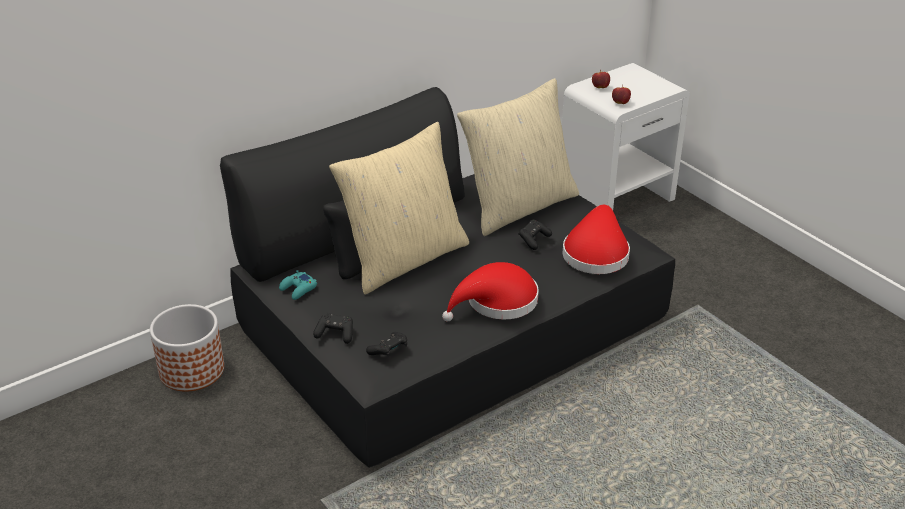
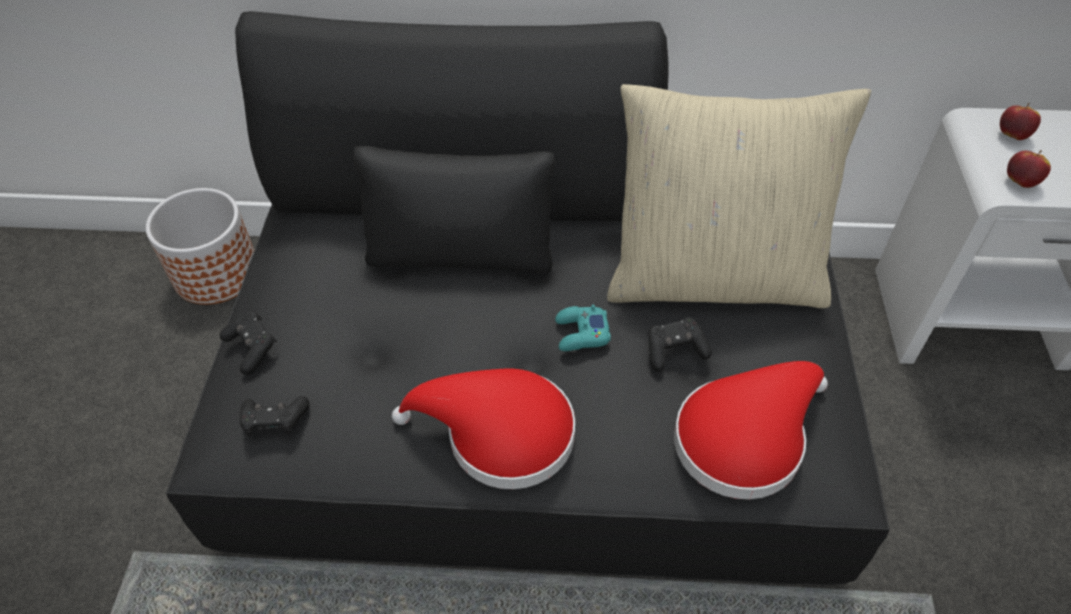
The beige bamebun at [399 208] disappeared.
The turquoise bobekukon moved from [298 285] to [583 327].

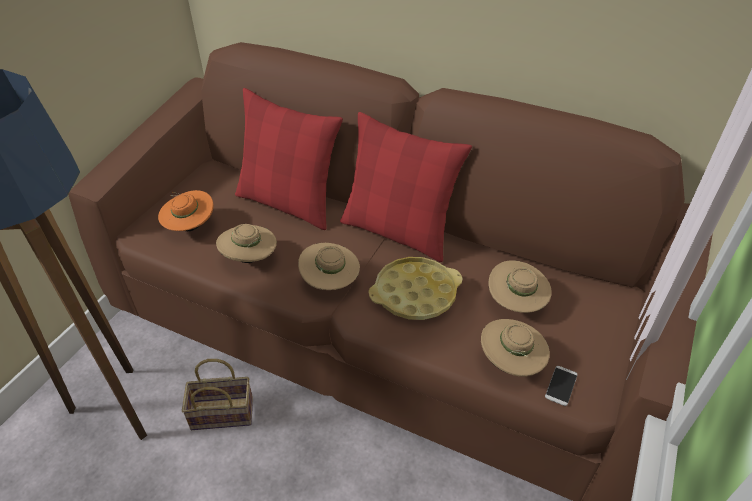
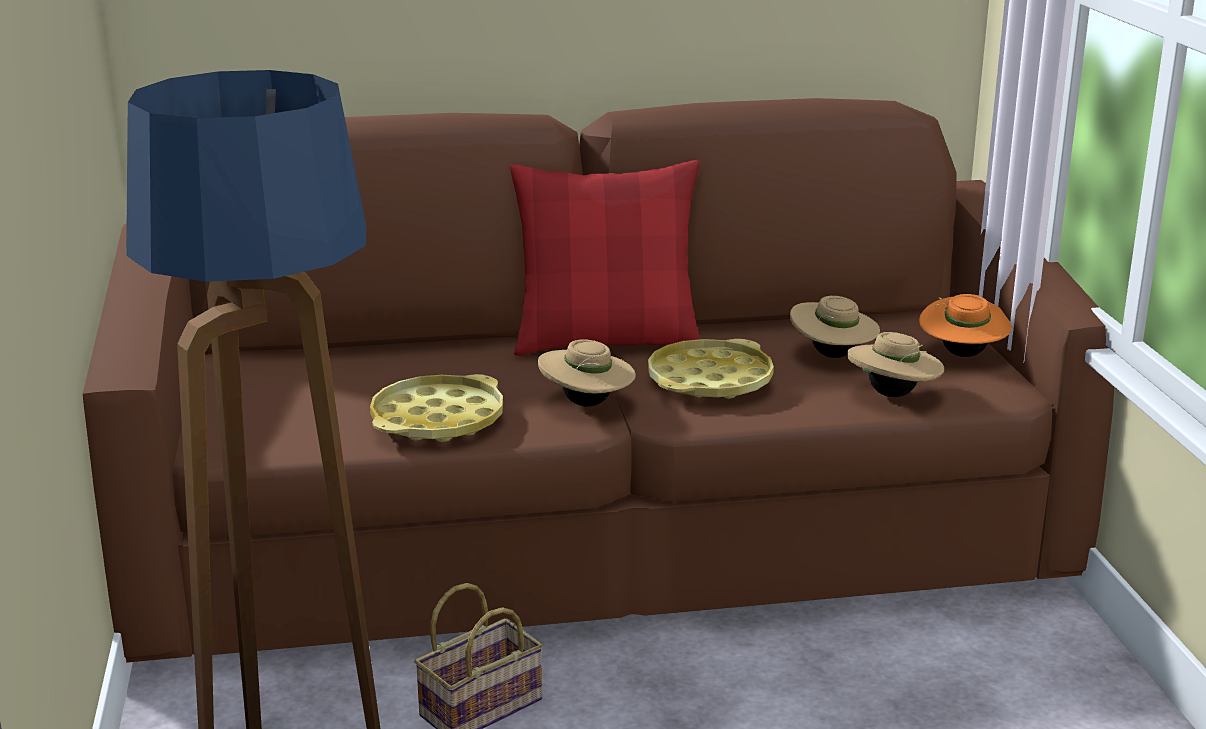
The red bamebun at [289 159] disappeared.
The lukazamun at [561 386] disappeared.
The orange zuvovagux moved from [186 210] to [965 325].
The beige zuvovagux at [246 243] was replaced by the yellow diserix at [436 408].

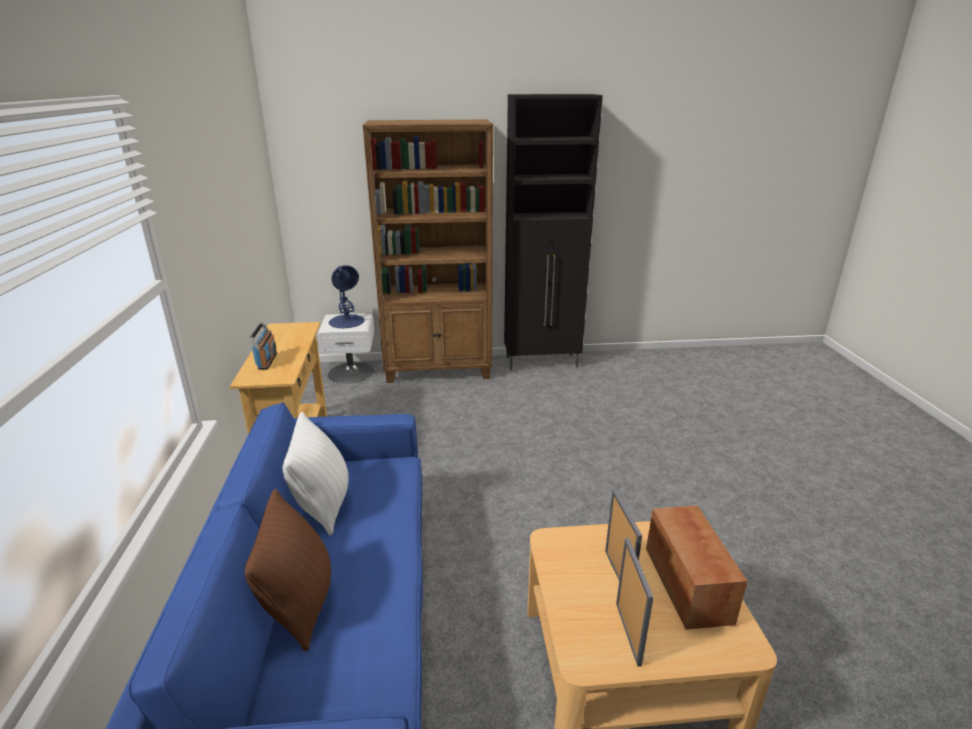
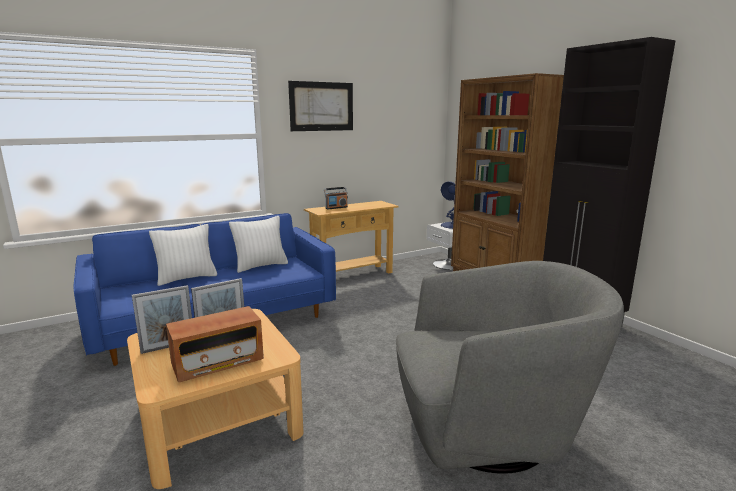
The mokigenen at [320 106] appeared.
The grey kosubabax at [510 367] appeared.
The brown bamebun at [288 570] became the white bamebun at [183 255].

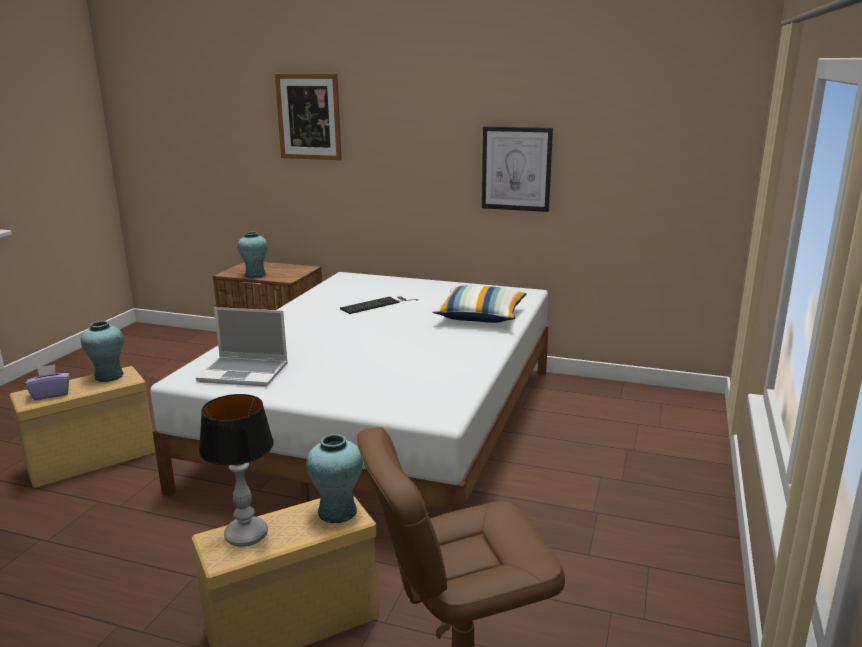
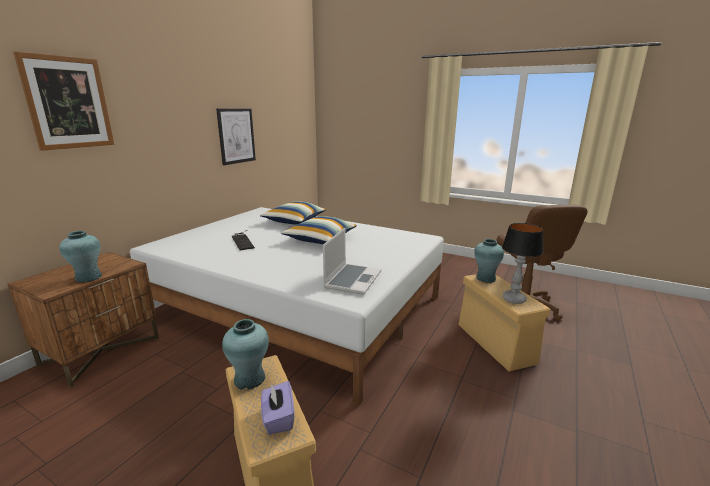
The bamebun at [319 230] appeared.

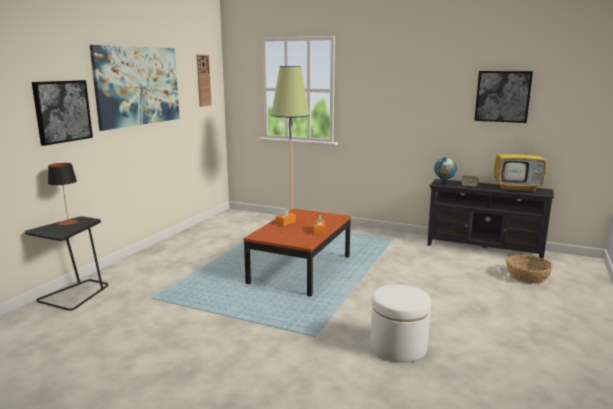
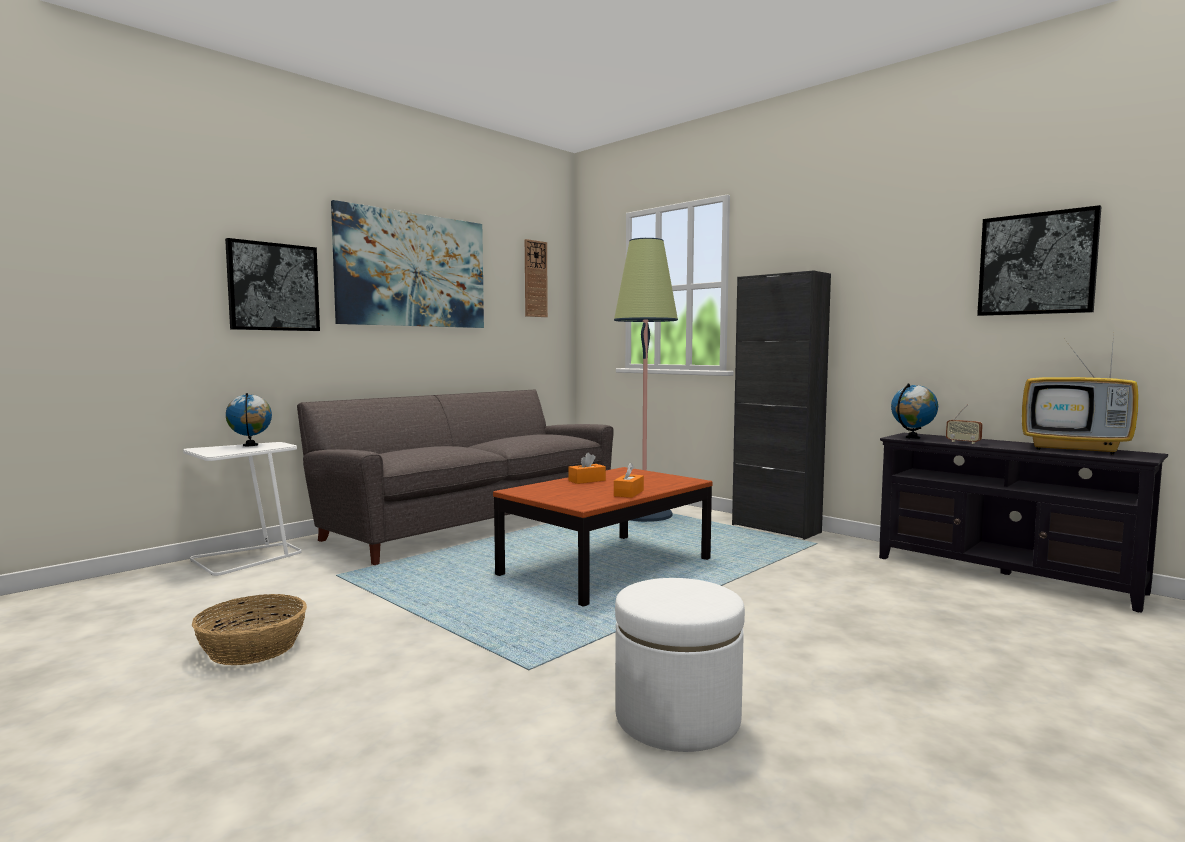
The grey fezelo at [455 477] appeared.
The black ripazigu at [781 405] appeared.
The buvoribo moved from [529 269] to [249 629].
The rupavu at [63 194] was replaced by the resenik at [249 419].
The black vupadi at [66 263] became the white vupadi at [242 509].

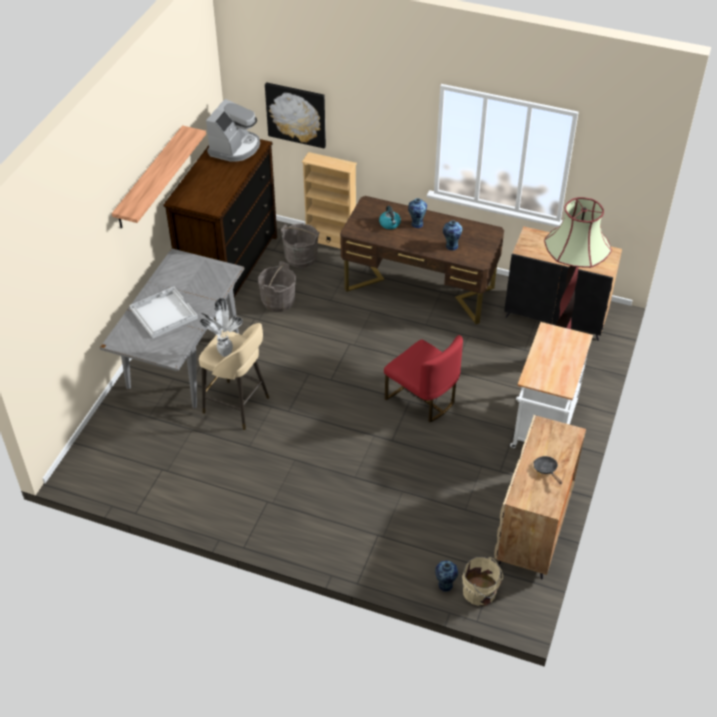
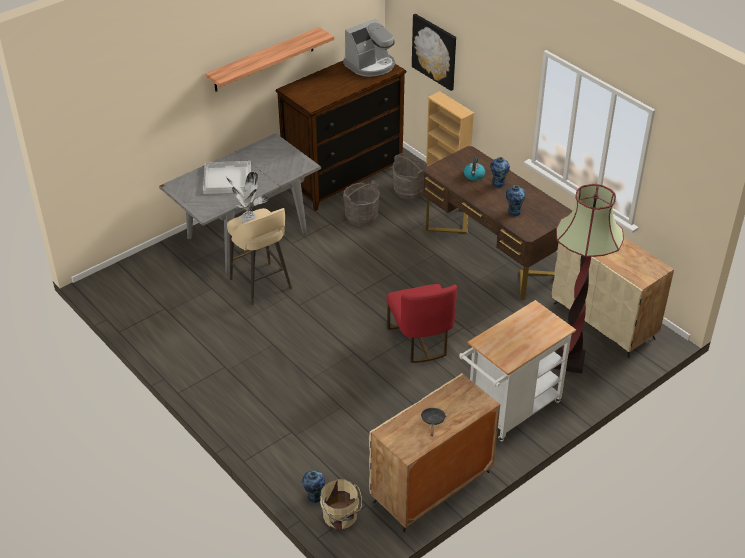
The black ripazigu at [563 283] became the beige ripazigu at [613 298].

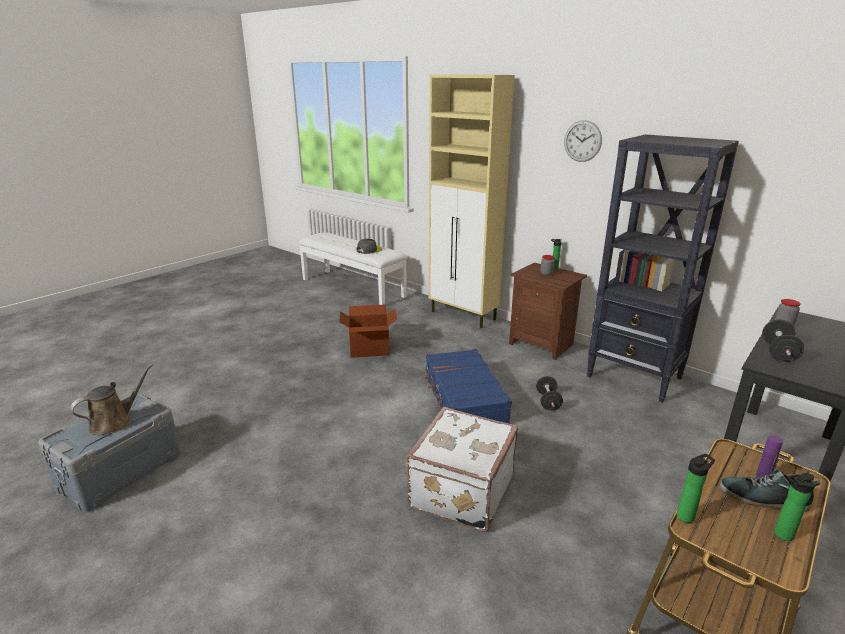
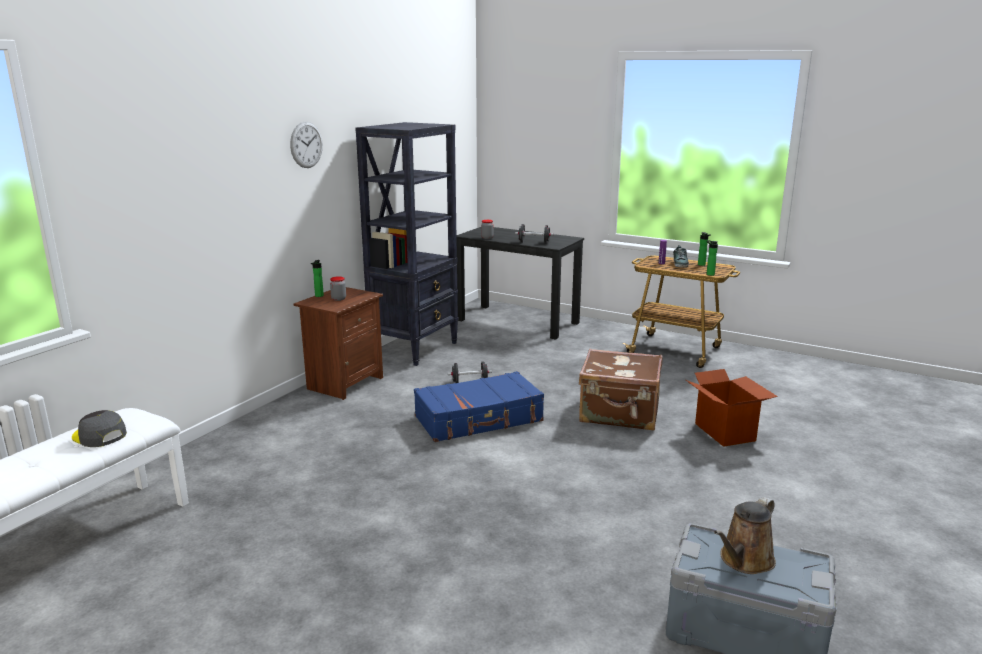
The beige ripazigu at [472 201] disappeared.
The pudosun moved from [368 331] to [732 408].
The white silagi at [462 469] became the brown silagi at [620 389].
The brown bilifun at [111 399] turned 75 degrees counterclockwise.

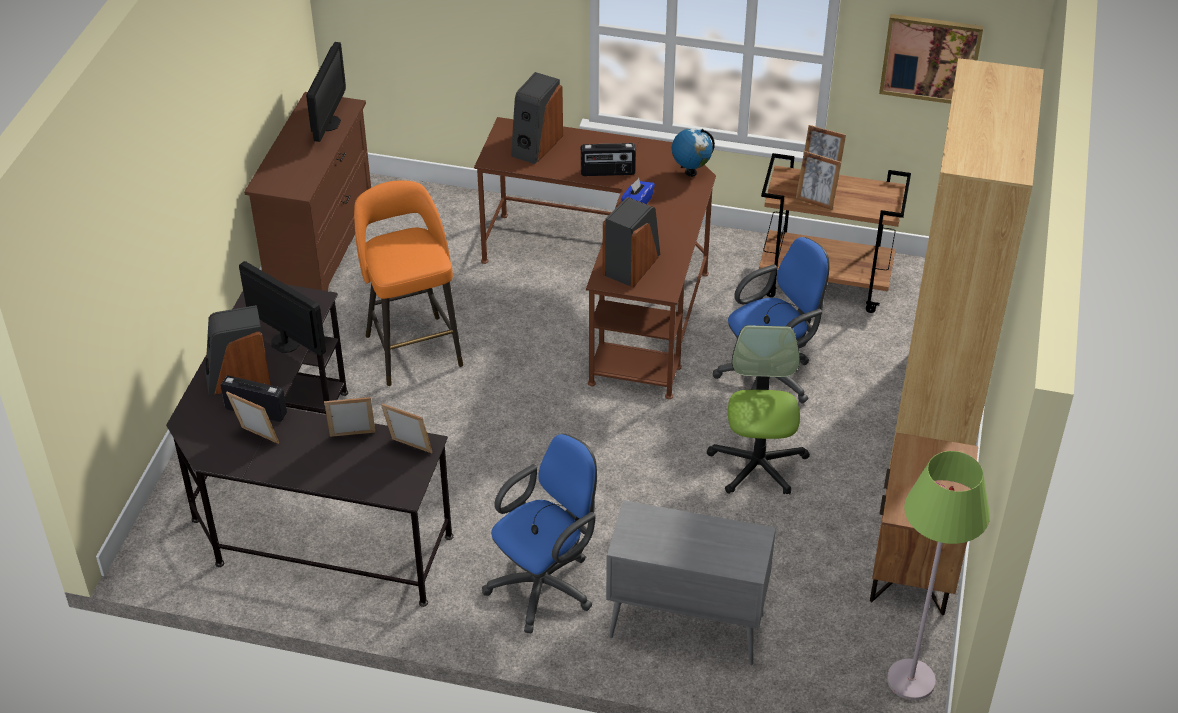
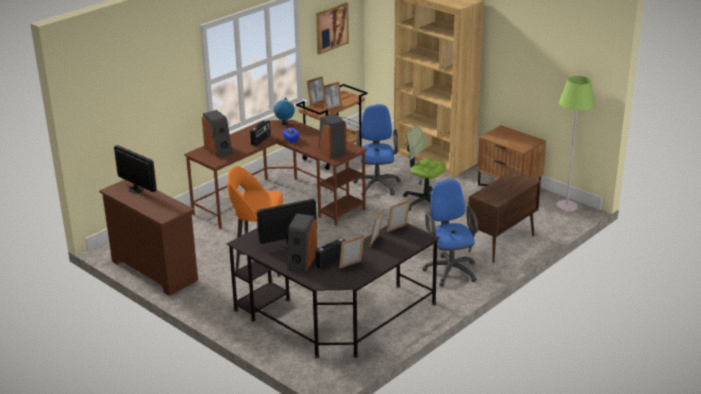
The grey ripazigu at [691 582] became the brown ripazigu at [504 217].

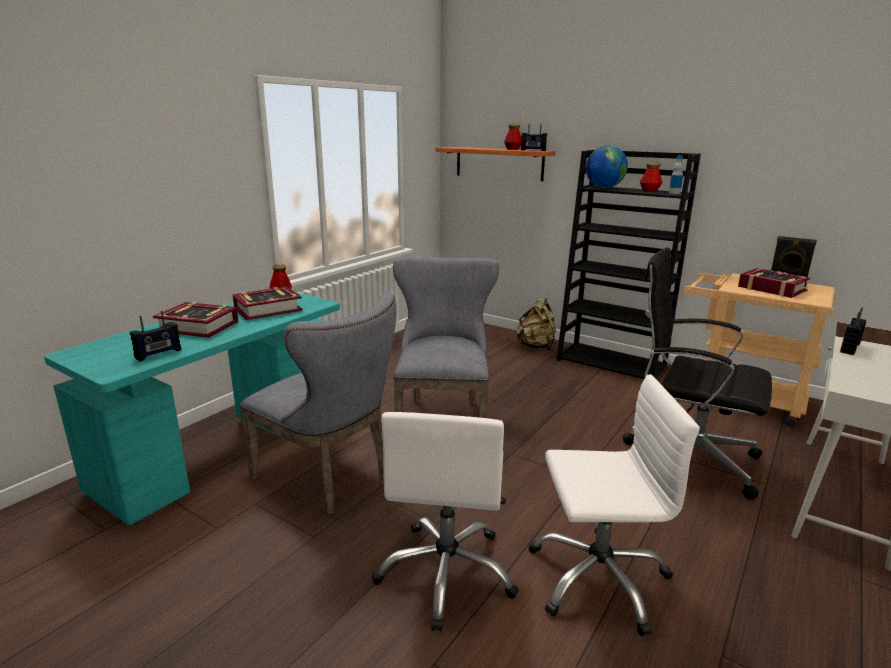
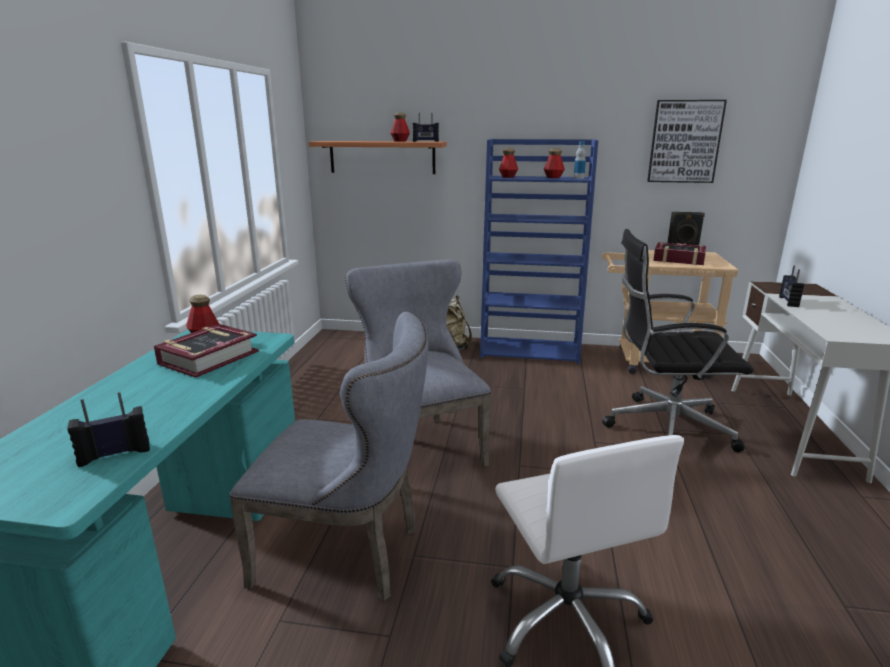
The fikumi at [196 320] disappeared.
The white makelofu at [614 505] disappeared.
The mokigenen at [687 141] appeared.
The resenik at [607 167] was replaced by the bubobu at [508 163].
The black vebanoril at [629 264] became the blue vebanoril at [539 251].
The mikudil at [155 336] turned 135 degrees counterclockwise.

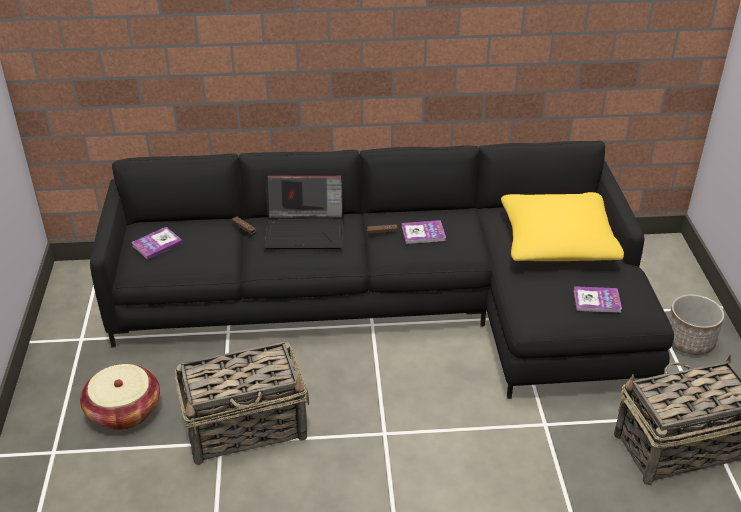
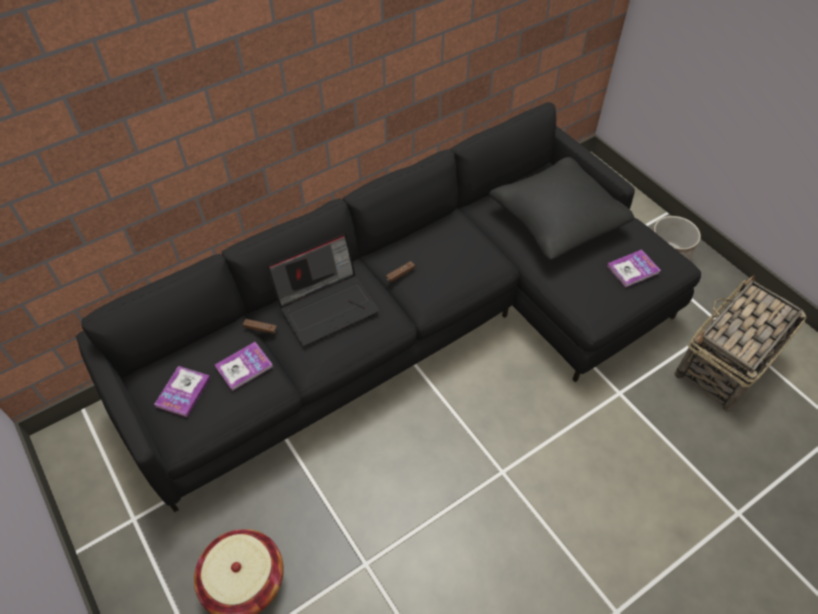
The buvoribo at [242 403] disappeared.
The fikumi moved from [424 232] to [244 366].
The yellow bamebun at [562 226] became the black bamebun at [561 208].

